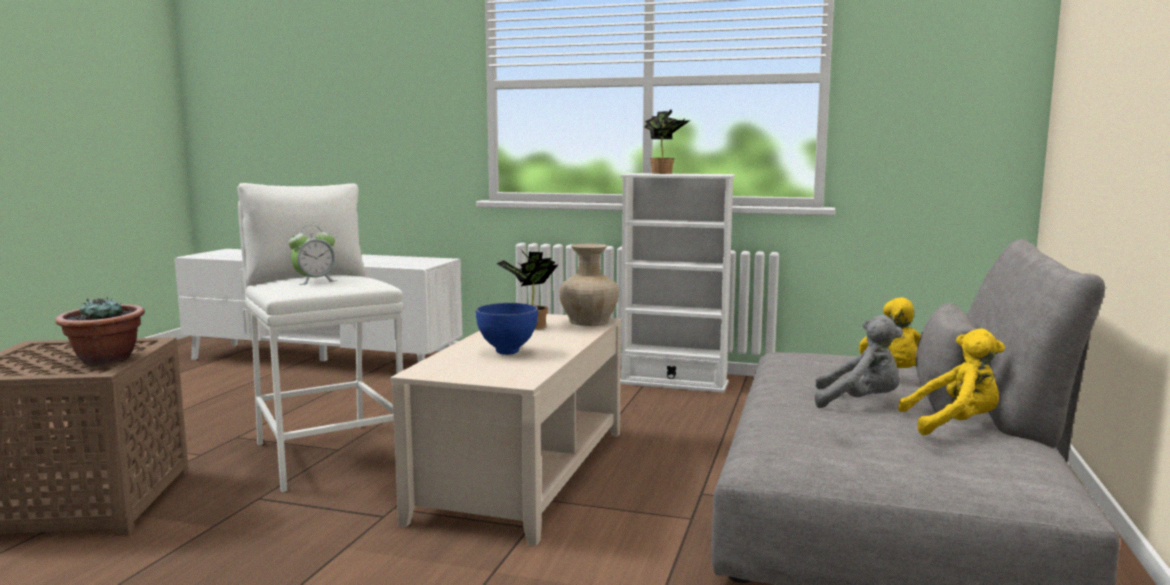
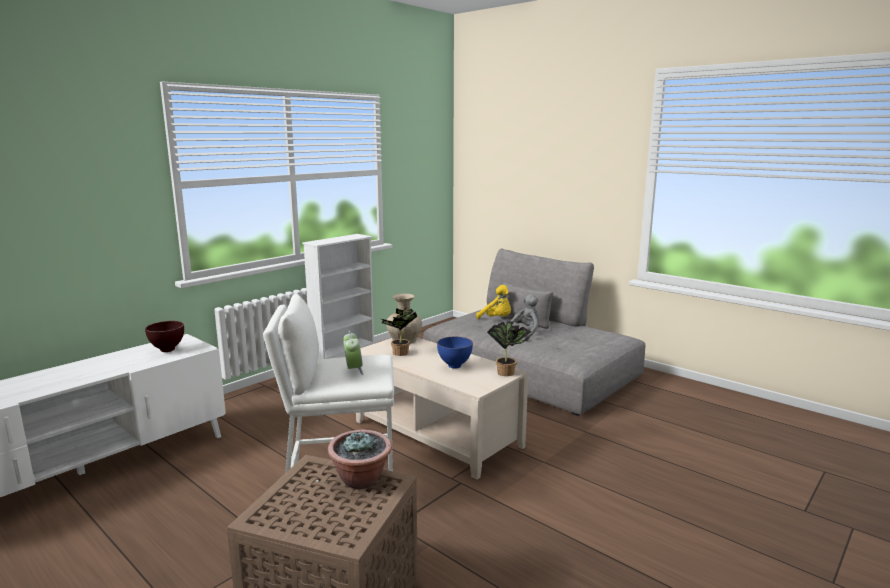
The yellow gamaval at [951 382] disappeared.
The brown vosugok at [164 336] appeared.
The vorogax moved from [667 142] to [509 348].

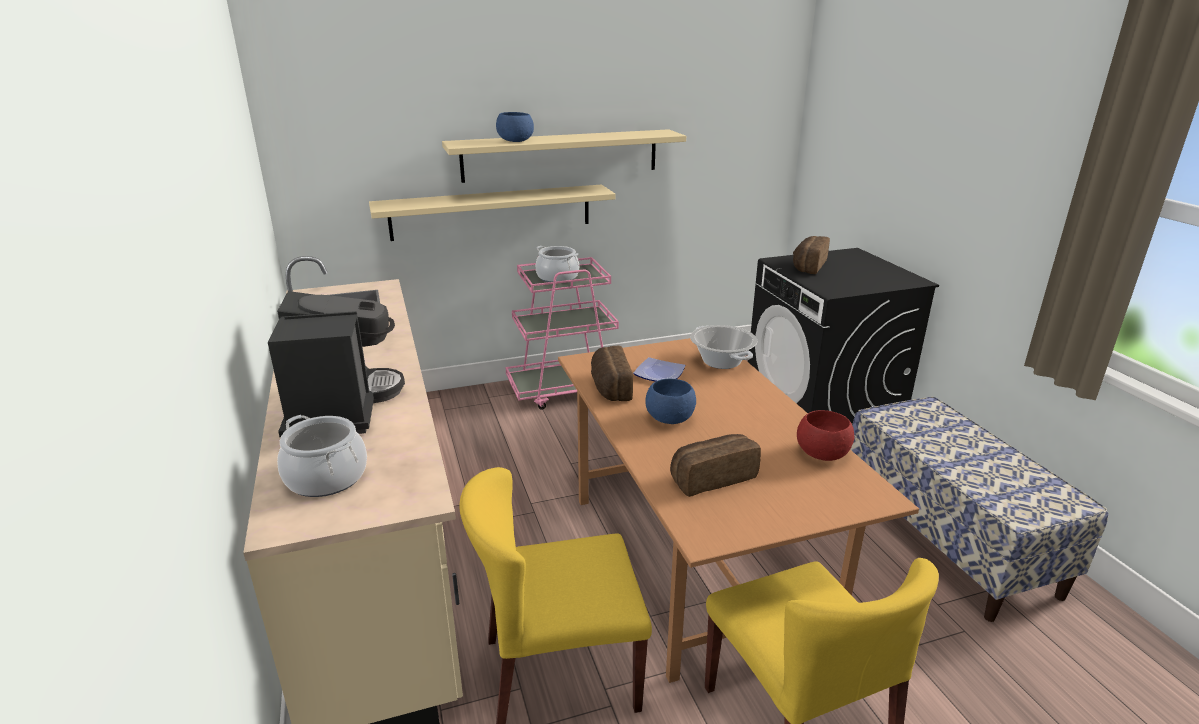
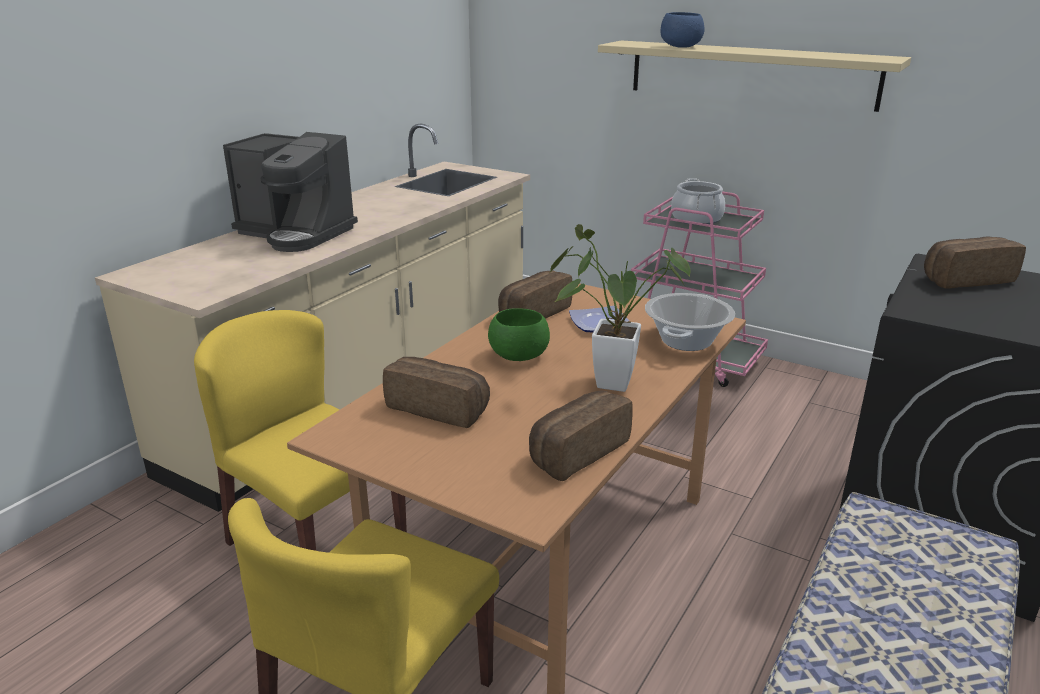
The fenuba at [322 456] disappeared.
The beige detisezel at [492 213] disappeared.
The vorogax at [620 308] appeared.
The red vosugok at [825 435] was replaced by the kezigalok at [581 436].
The blue vosugok at [670 401] became the green vosugok at [519 334].
The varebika at [336 364] turned 75 degrees clockwise.

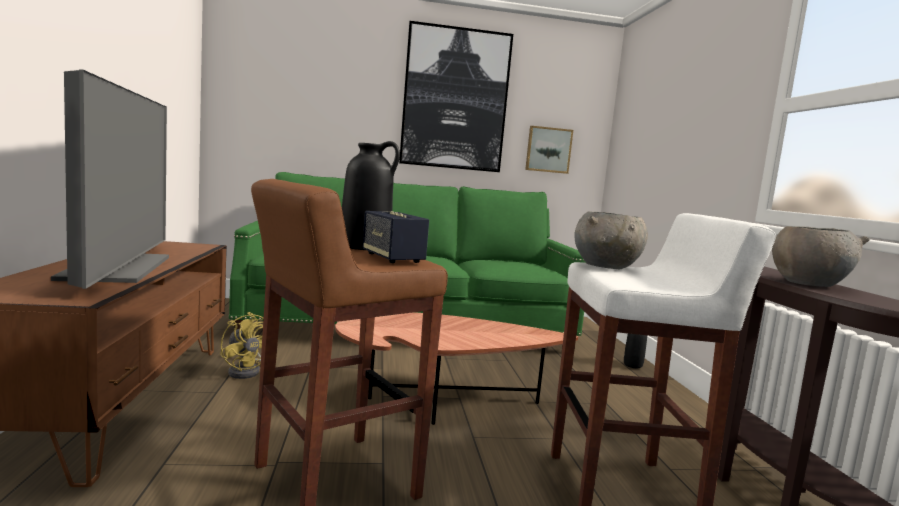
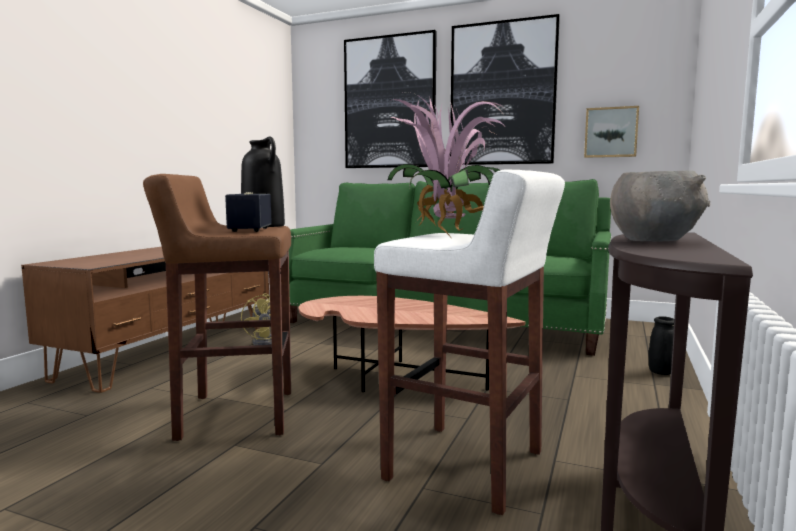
The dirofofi at [110 179] disappeared.
The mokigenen at [390 99] appeared.
The grey vosugok at [611 240] was replaced by the vorogax at [448 164].

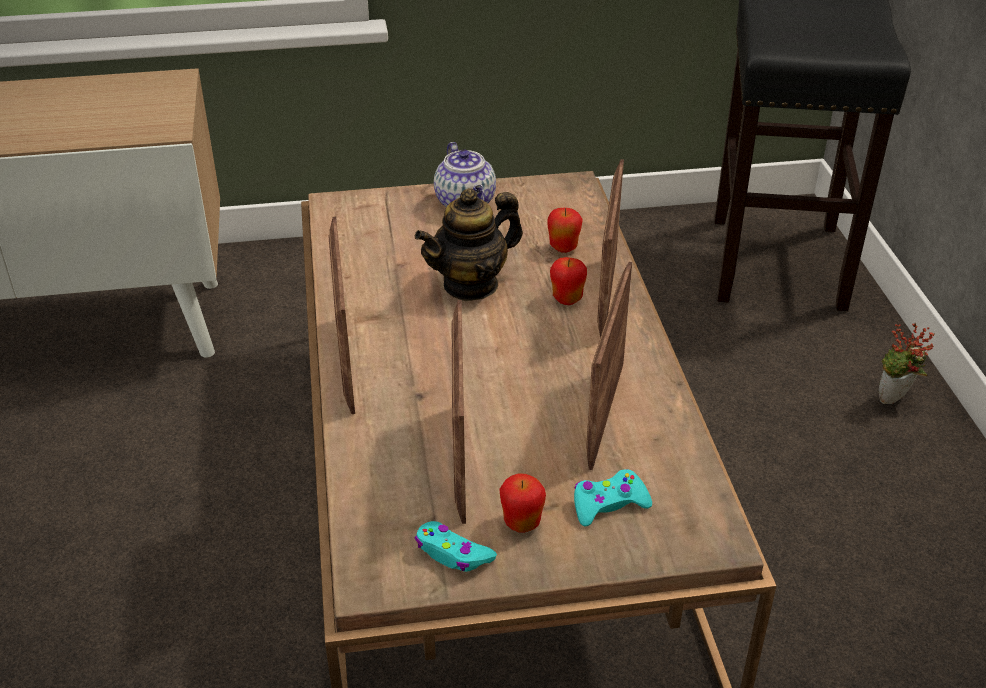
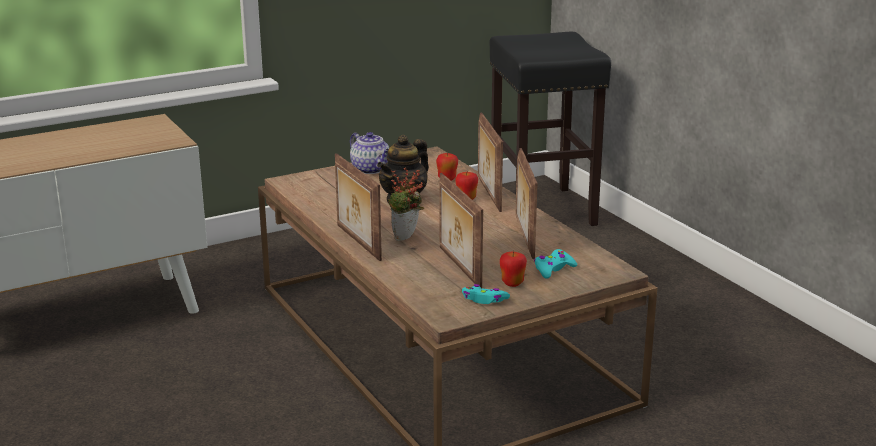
The vorogax moved from [907 363] to [406 204].

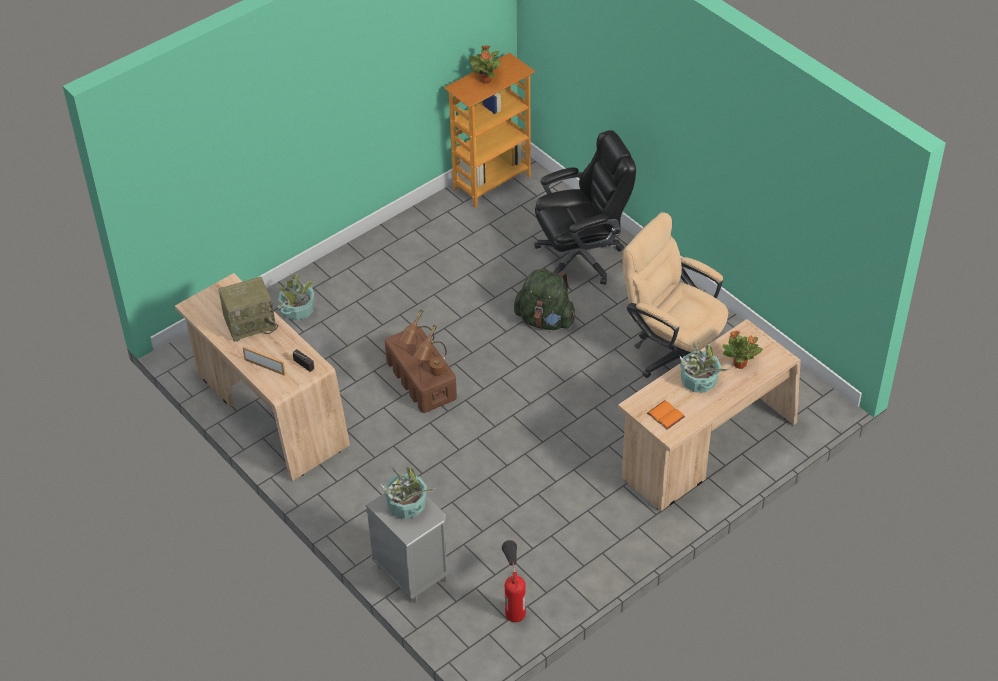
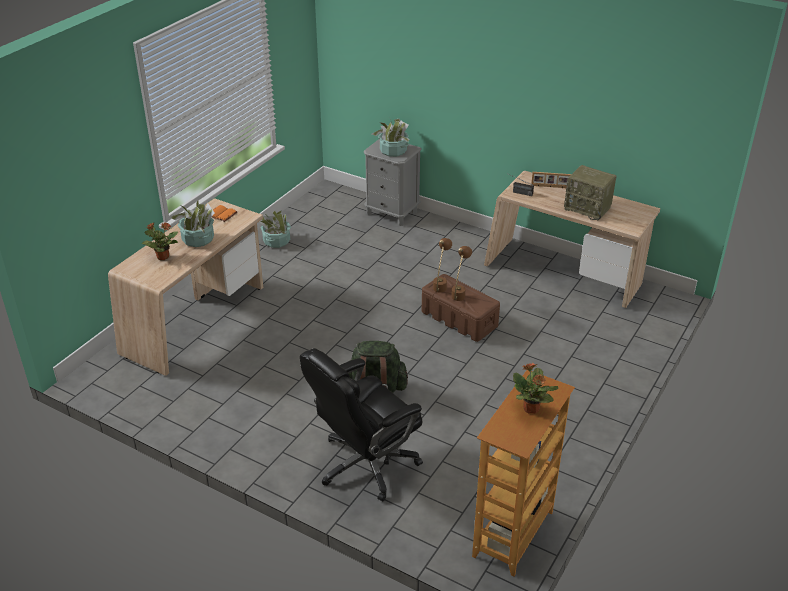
The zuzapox at [514 581] disappeared.
The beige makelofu at [675 295] disappeared.
The vorogax moved from [296 297] to [275 229].
The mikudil at [248 309] turned 105 degrees counterclockwise.

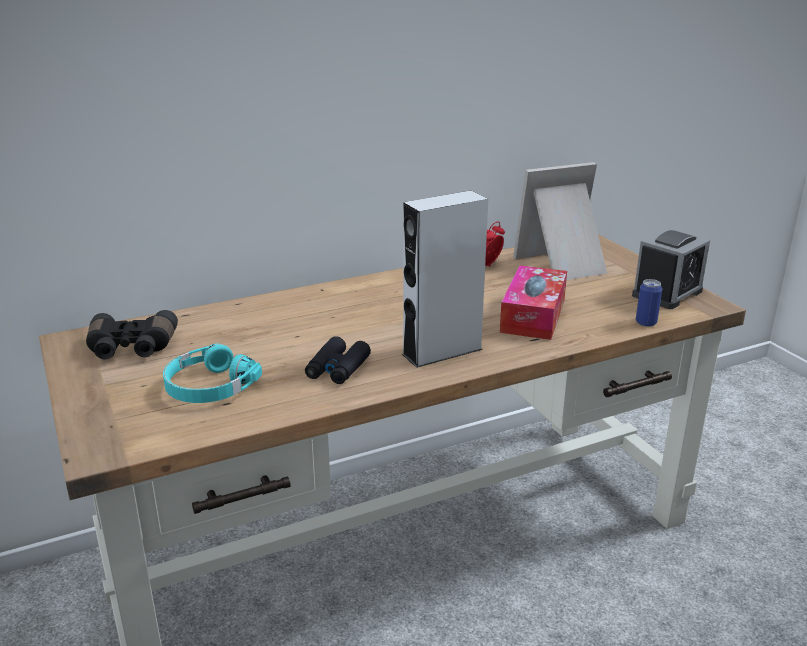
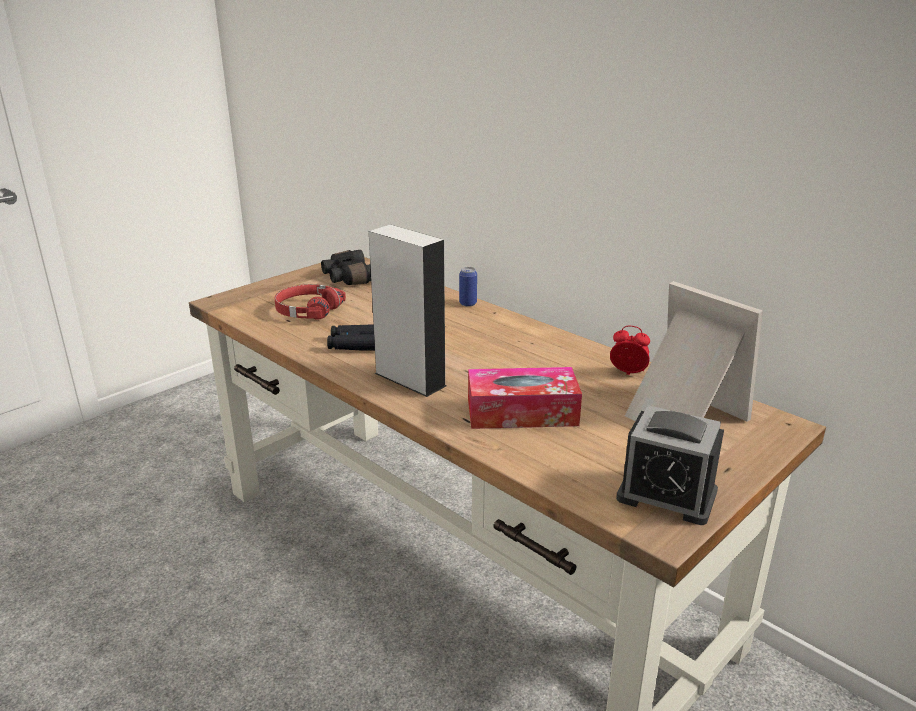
The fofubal moved from [649 303] to [468 286].
The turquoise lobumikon at [212 373] became the red lobumikon at [310 302].

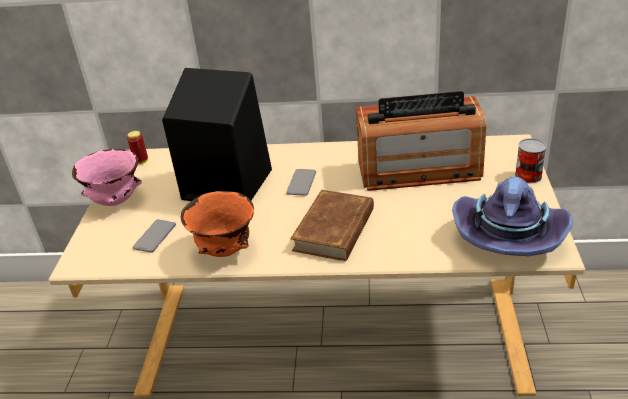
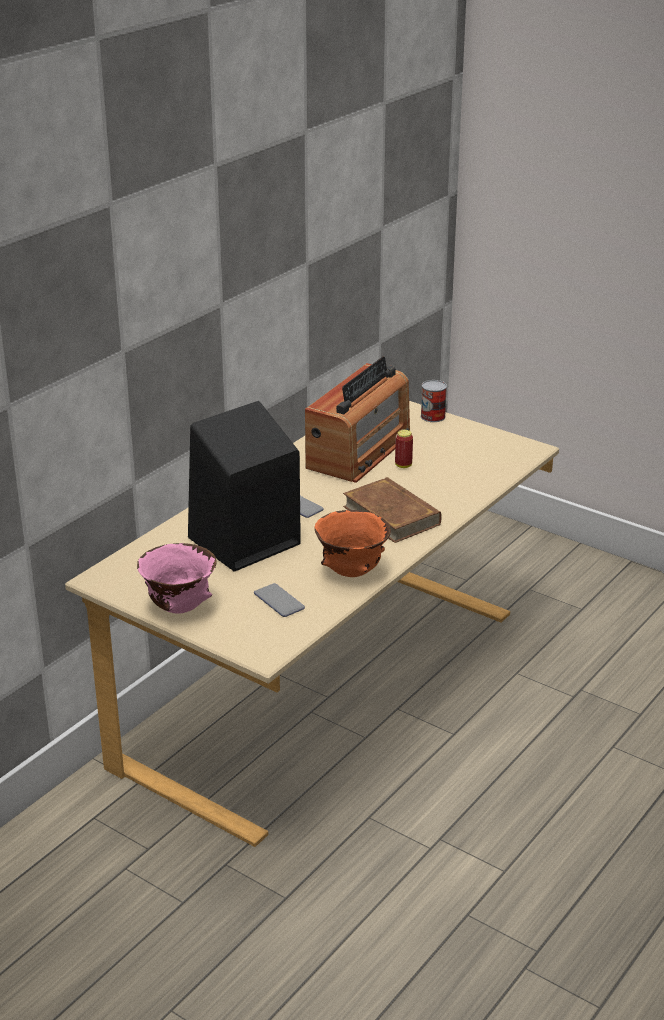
The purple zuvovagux at [512 216] disappeared.
The fofubal moved from [137 147] to [404 449].

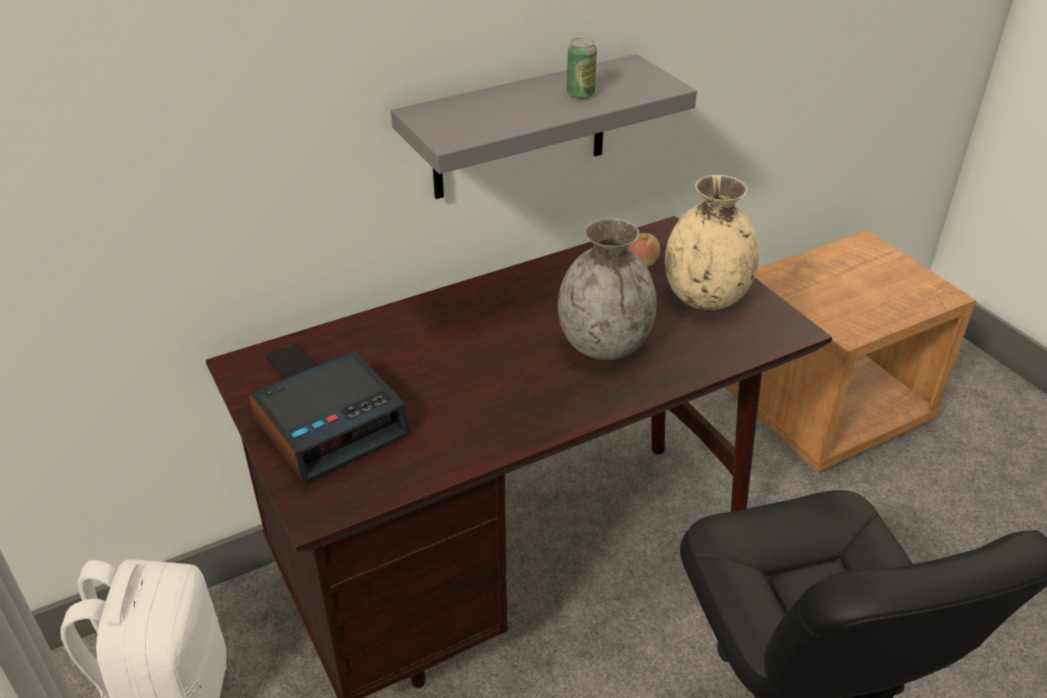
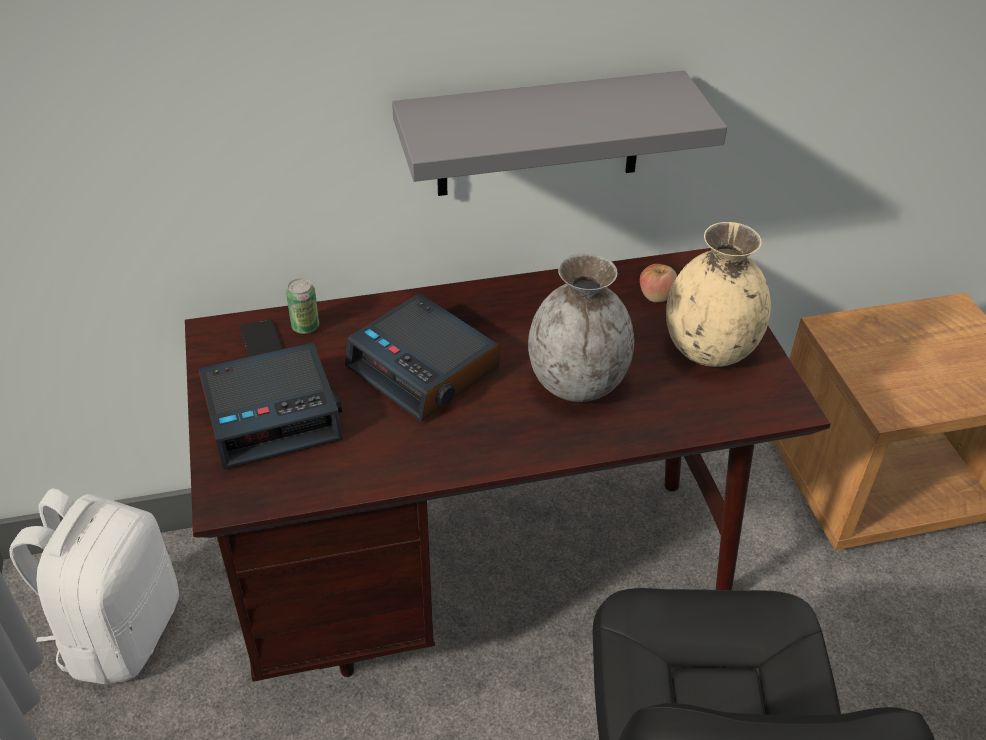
The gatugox at [422 358] appeared.
The fofubal moved from [582 68] to [302 306].

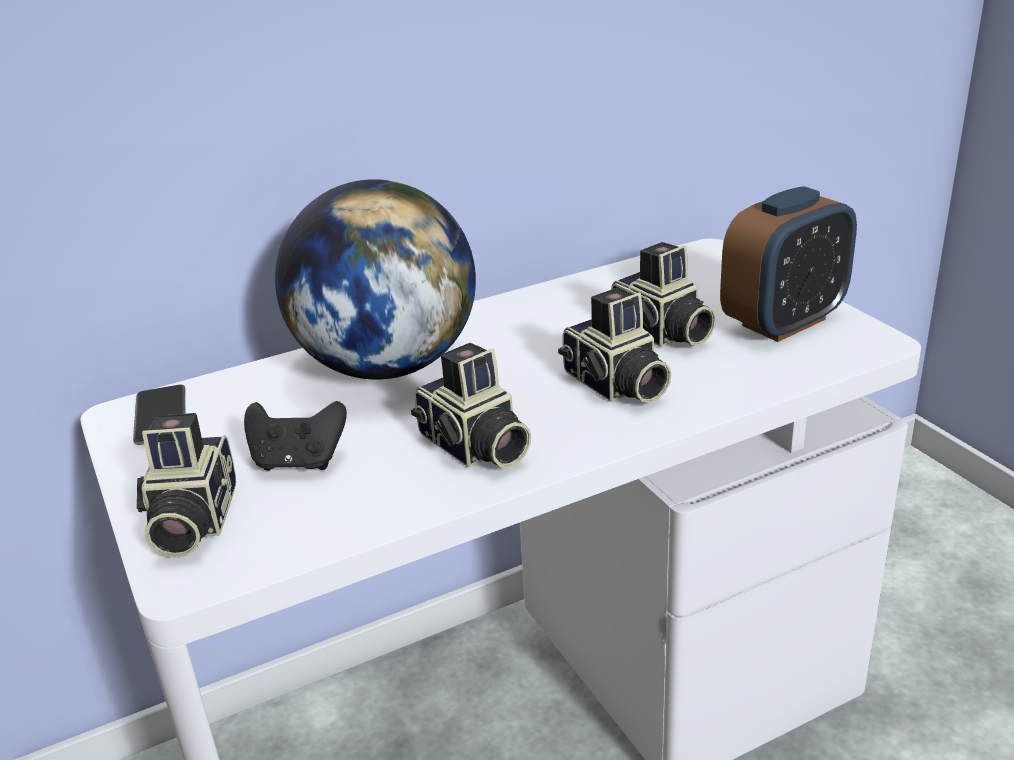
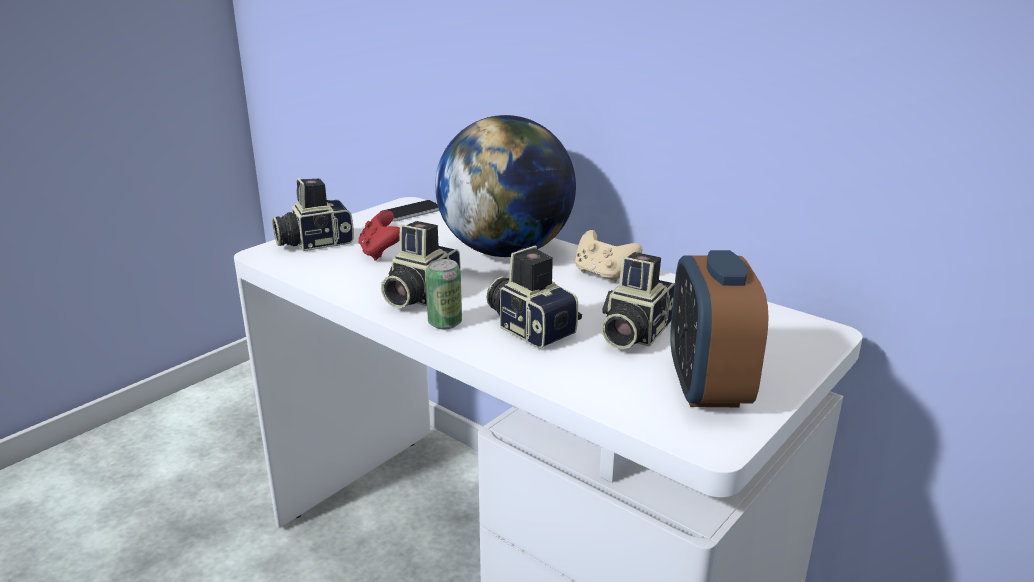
The fofubal at [444 294] appeared.
The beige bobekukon at [608 256] appeared.
The black bobekukon at [295 436] became the red bobekukon at [379 235].
The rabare at [615 345] turned 105 degrees clockwise.
The gatugox at [788 264] turned 60 degrees clockwise.

